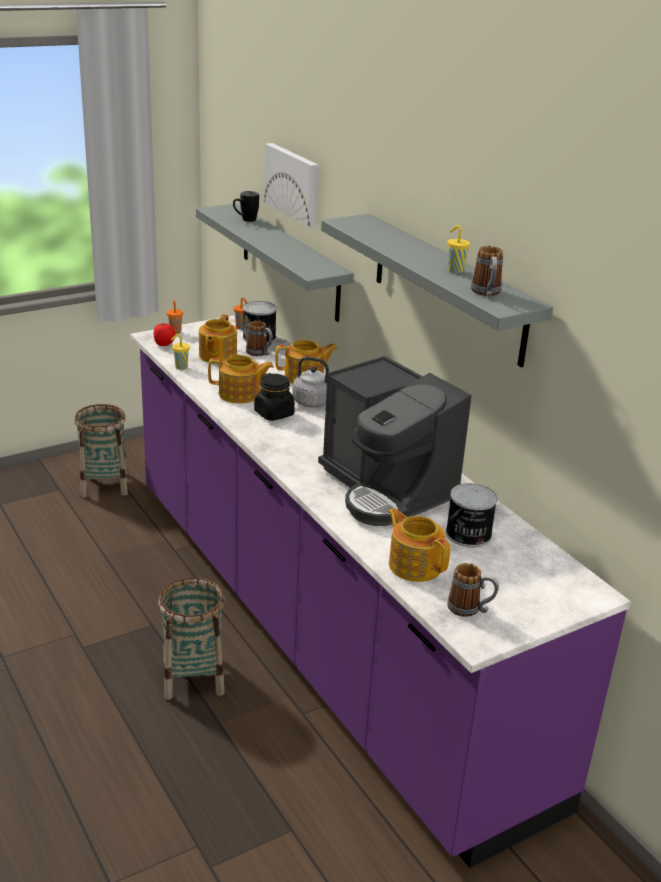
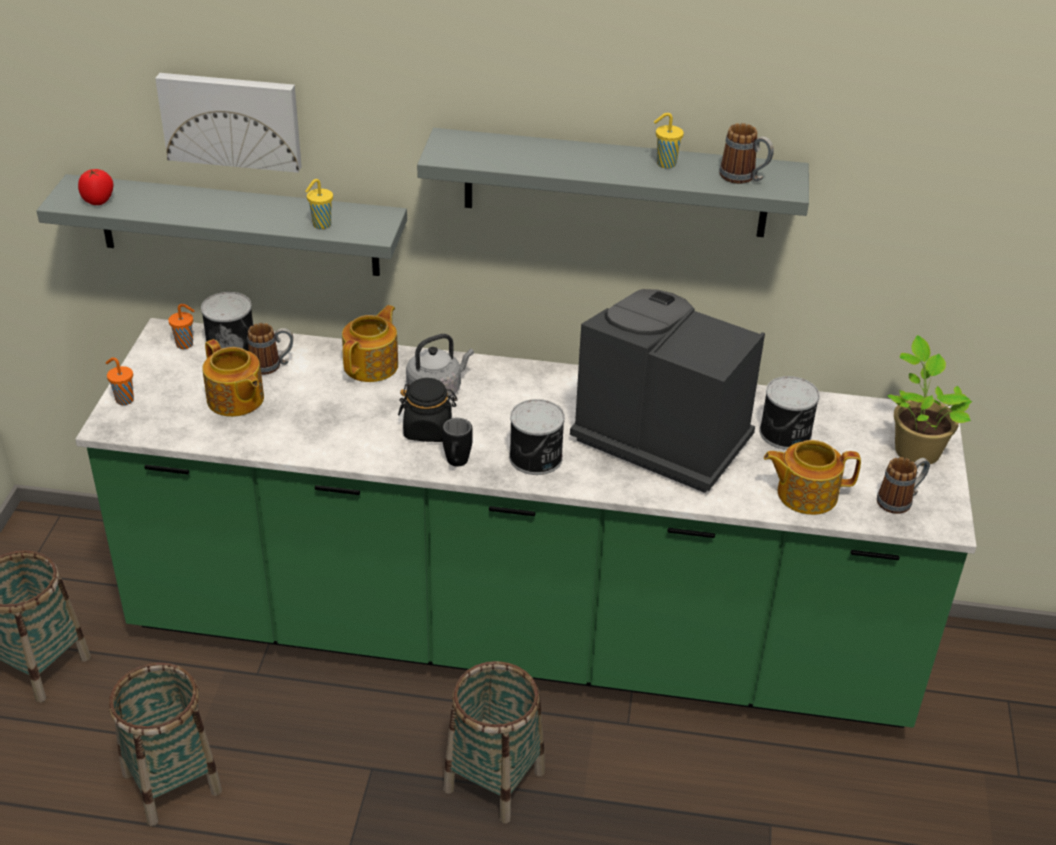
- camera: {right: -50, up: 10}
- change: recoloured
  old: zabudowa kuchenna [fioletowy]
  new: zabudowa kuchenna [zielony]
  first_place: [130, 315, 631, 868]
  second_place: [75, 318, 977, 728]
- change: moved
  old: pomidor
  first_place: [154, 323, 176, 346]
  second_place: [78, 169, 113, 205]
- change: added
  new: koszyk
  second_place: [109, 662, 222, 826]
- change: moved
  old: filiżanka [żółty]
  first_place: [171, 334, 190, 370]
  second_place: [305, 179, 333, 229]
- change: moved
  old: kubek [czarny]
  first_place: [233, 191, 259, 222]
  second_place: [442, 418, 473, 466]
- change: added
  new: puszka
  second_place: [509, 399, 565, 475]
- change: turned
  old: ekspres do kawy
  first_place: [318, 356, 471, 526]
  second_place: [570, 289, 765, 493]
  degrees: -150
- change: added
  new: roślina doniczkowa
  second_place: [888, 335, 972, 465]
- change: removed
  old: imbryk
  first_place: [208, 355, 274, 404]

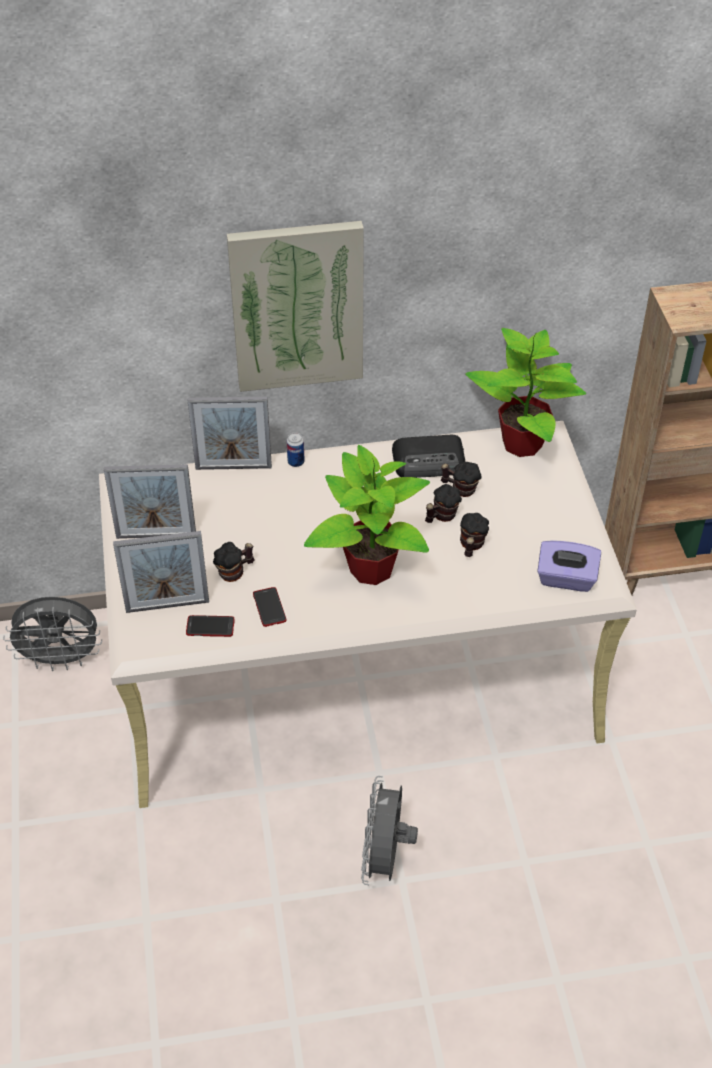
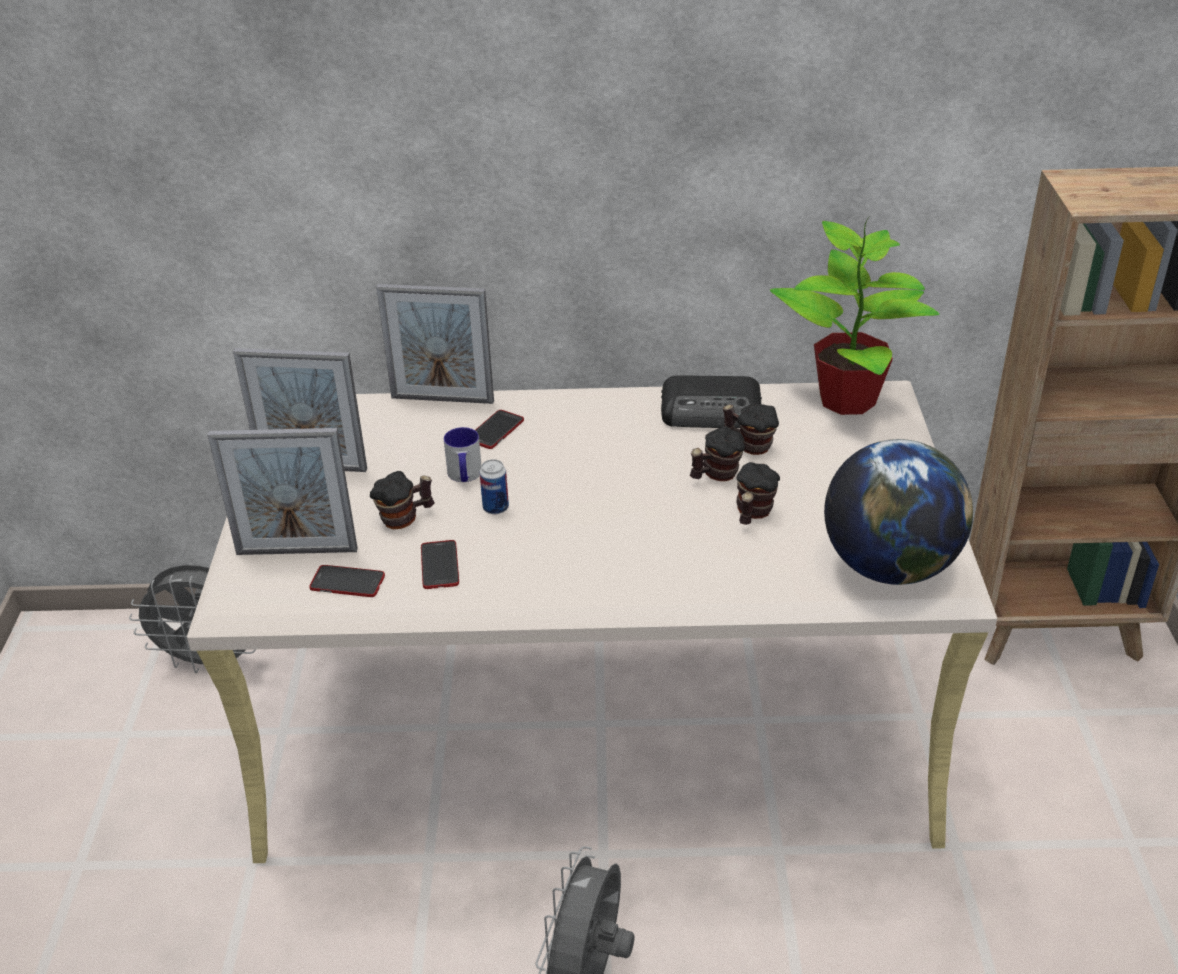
- camera: {right: 10, up: -10}
- change: added
  new: kubek
  second_place: [444, 427, 481, 482]
- change: added
  new: telefon
  second_place: [475, 410, 524, 449]
- change: moved
  old: puszka
  first_place: [287, 432, 305, 467]
  second_place: [480, 459, 509, 514]
- change: replaced
  old: pudełko chusteczek [fioletowy]
  new: globus
  first_place: [537, 540, 601, 592]
  second_place: [824, 439, 973, 585]
- change: removed
  old: obraz
  first_place: [227, 221, 364, 392]
- change: removed
  old: roślina doniczkowa
  first_place: [304, 445, 430, 585]

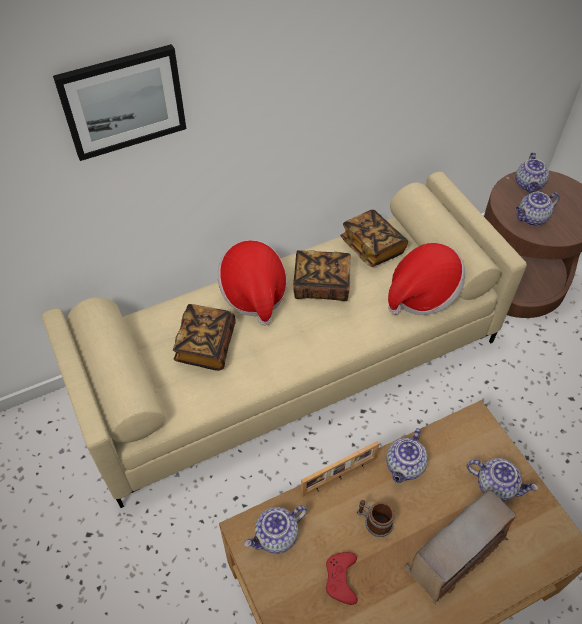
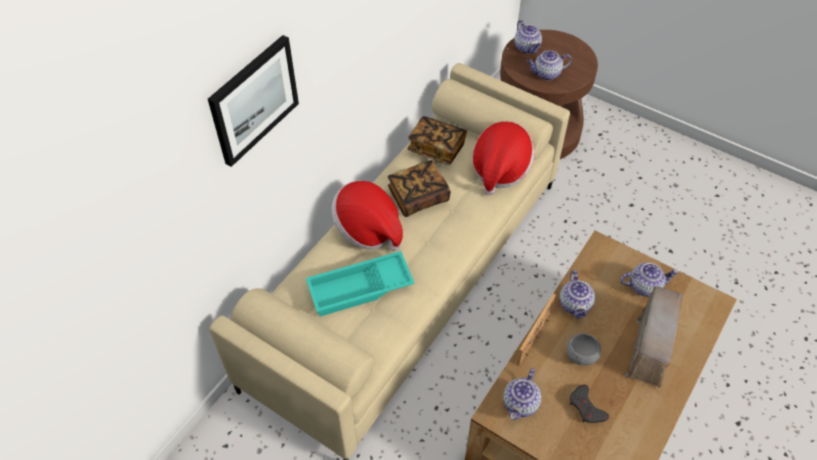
- camera: {right: -30, up: 0}
- change: replaced
  old: książka
  new: taca [turkusowy]
  first_place: [173, 304, 236, 371]
  second_place: [306, 251, 415, 317]
- change: turned
  old: imbryk
  first_place: [516, 192, 560, 226]
  second_place: [527, 50, 572, 80]
  degrees: 45
- change: replaced
  old: kubek
  new: miska [szary]
  first_place: [357, 500, 395, 537]
  second_place: [567, 333, 601, 365]
- change: recoloured
  old: pad do gier [czerwony]
  new: pad do gier [szary]
  first_place: [326, 552, 358, 605]
  second_place: [570, 384, 609, 423]

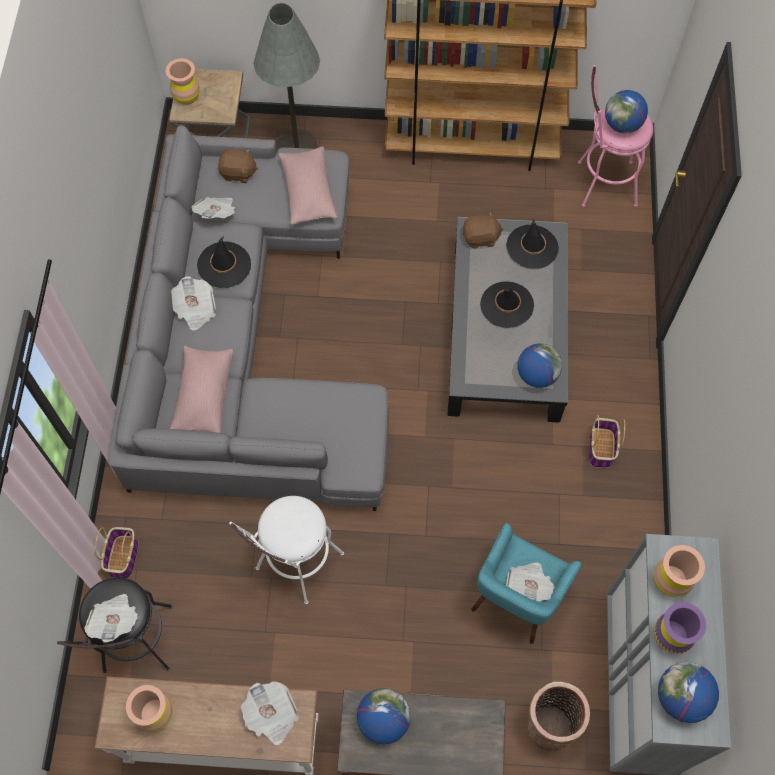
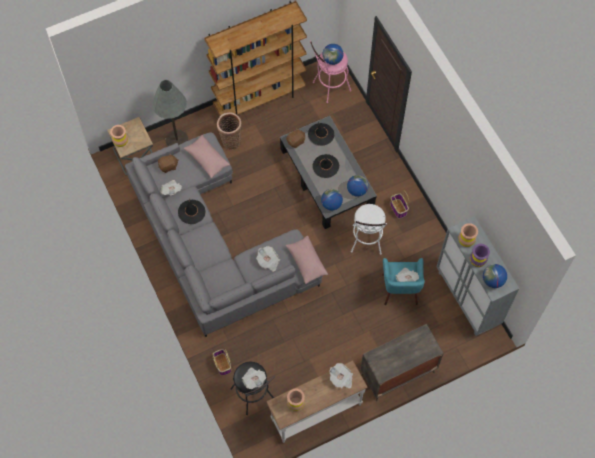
- camera: {right: -30, up: 0}
- change: moved
  old: koszyk
  first_place: [528, 682, 590, 751]
  second_place: [217, 113, 242, 150]
- change: moved
  old: gazeta
  first_place: [171, 276, 216, 331]
  second_place: [256, 246, 280, 272]
- change: moved
  old: poduszka [różowy]
  first_place: [169, 346, 233, 433]
  second_place: [286, 236, 328, 284]
- change: moved
  old: globus
  first_place: [357, 688, 411, 745]
  second_place: [321, 189, 343, 211]
- change: moved
  old: stołek [biały]
  first_place: [229, 496, 344, 604]
  second_place: [351, 204, 387, 255]

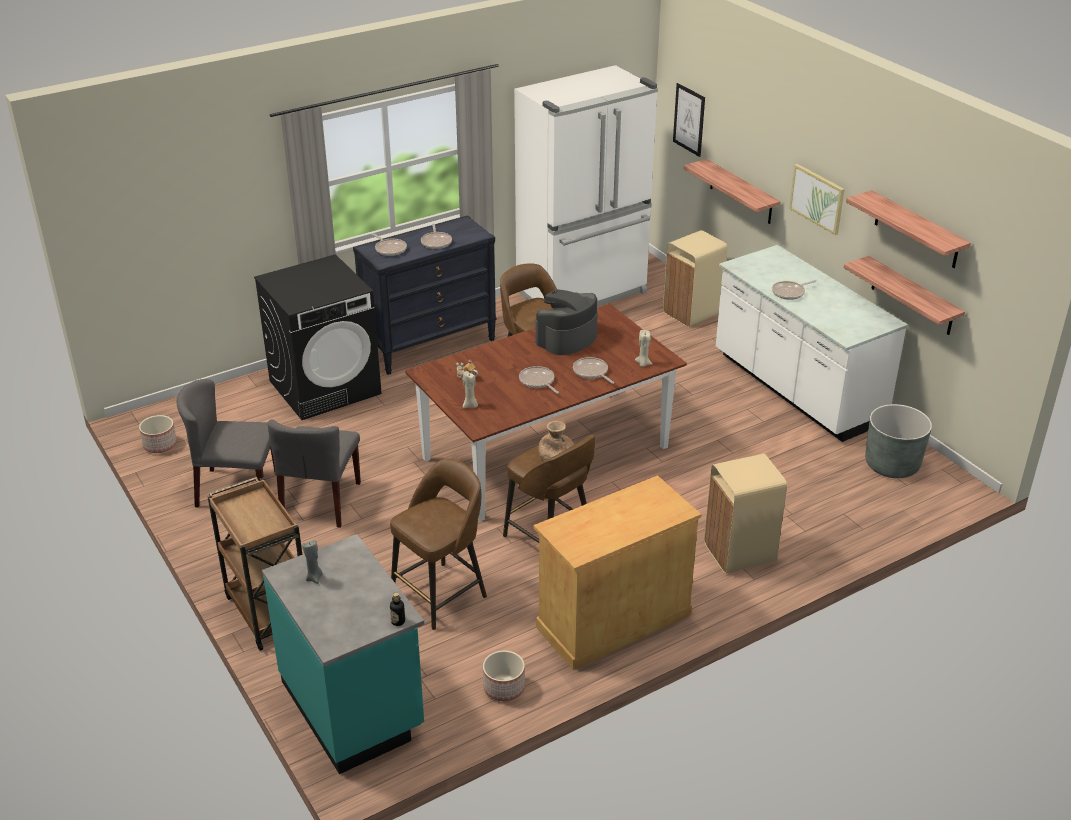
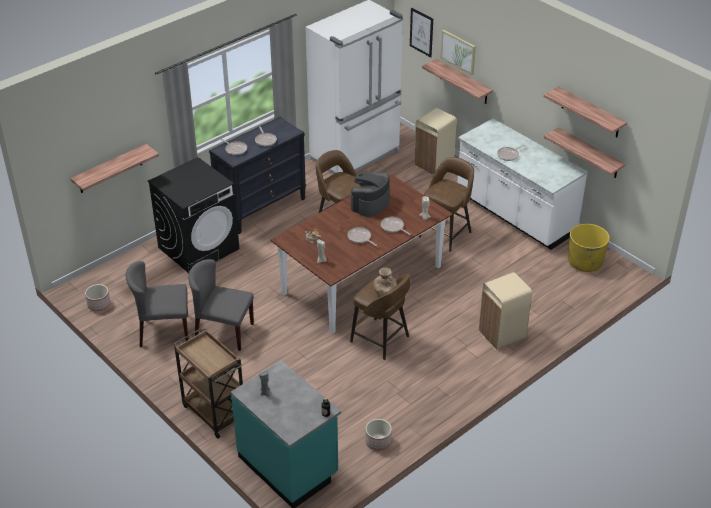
- camera: {right: -10, up: 5}
- change: added
  new: półka
  second_place: [70, 144, 159, 193]
- change: turned
  old: krzesło [szary]
  first_place: [268, 419, 361, 528]
  second_place: [188, 259, 254, 351]
  degrees: 105
- change: moved
  old: stołek [brązowy]
  first_place: [390, 459, 487, 630]
  second_place: [419, 157, 474, 252]
- change: moved
  old: obraz
  first_place: [789, 164, 845, 235]
  second_place: [441, 30, 476, 75]
- change: recoloured
  old: donica [szary]
  new: donica [żółty]
  first_place: [865, 404, 932, 478]
  second_place: [568, 224, 609, 272]
- change: removed
  old: szafka [beżowy]
  first_place: [533, 475, 701, 670]

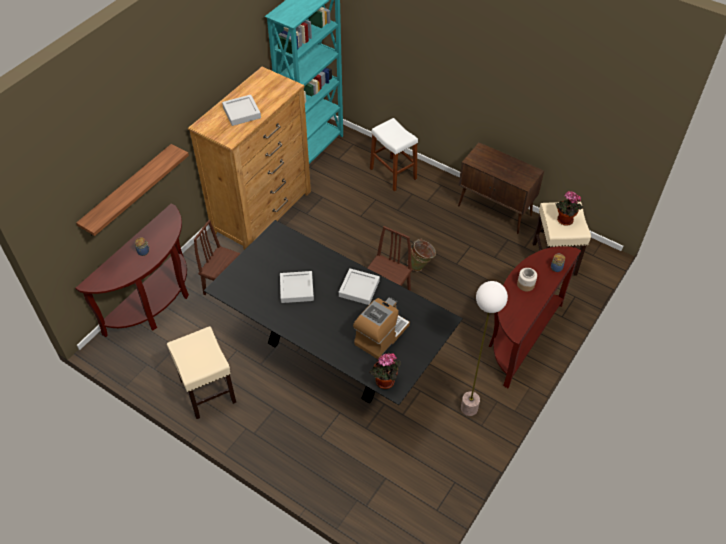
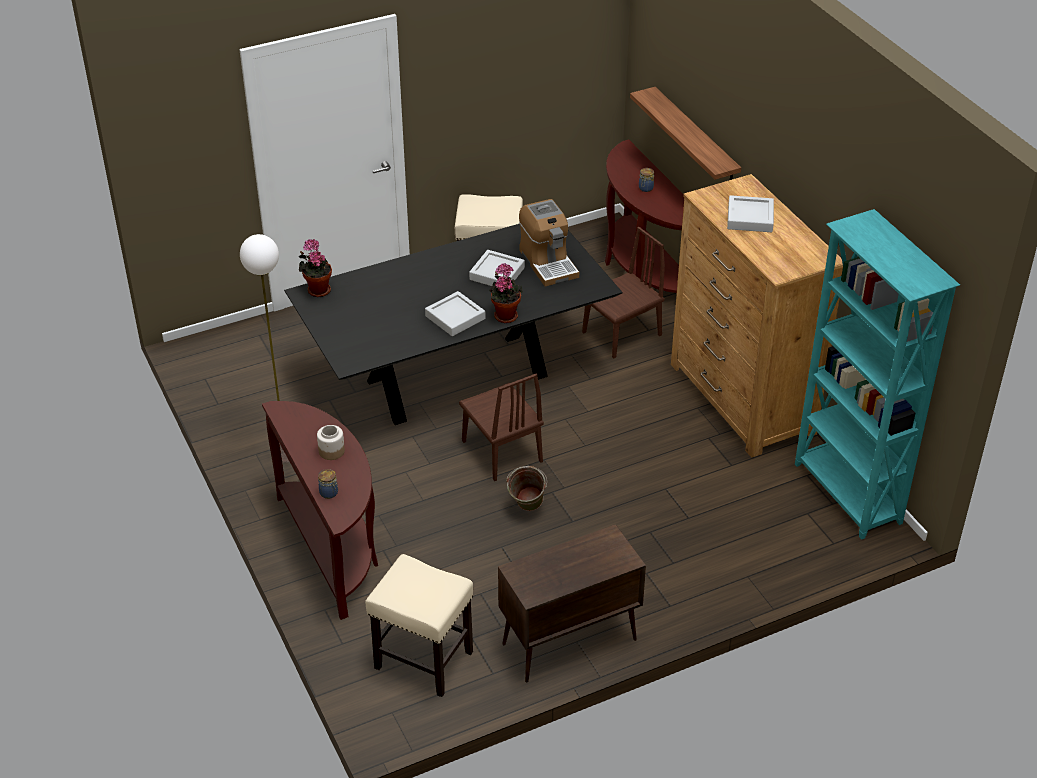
- camera: {right: 120, up: -10}
- change: moved
  old: roślina doniczkowa
  first_place: [555, 191, 583, 226]
  second_place: [489, 263, 522, 323]
- change: moved
  old: ekspres do kawy
  first_place: [353, 298, 410, 360]
  second_place: [519, 199, 579, 286]
- change: removed
  old: stołek [biały]
  first_place: [370, 118, 418, 191]

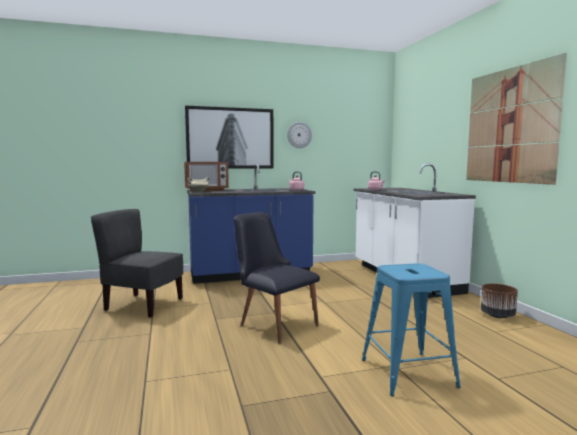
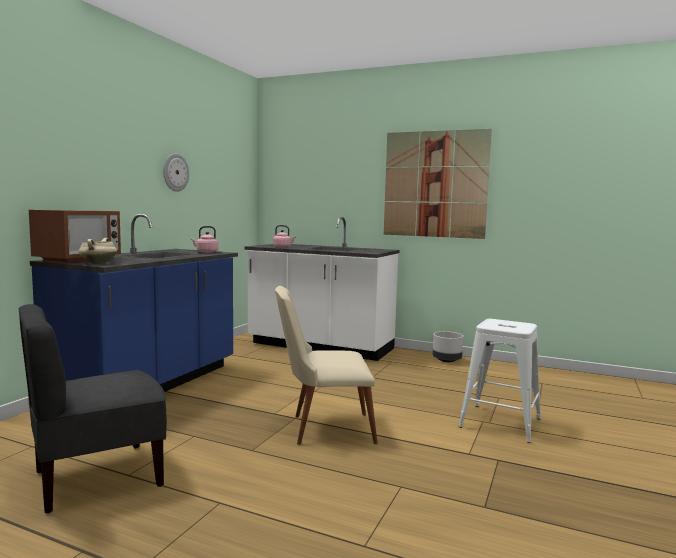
- camera: {right: -50, up: 0}
- change: recoloured
  old: krzesło [czarny]
  new: krzesło [beżowy]
  first_place: [234, 212, 320, 344]
  second_place: [275, 286, 378, 445]
- change: recoloured
  old: donica [brązowy]
  new: donica [szary]
  first_place: [481, 283, 518, 318]
  second_place: [433, 331, 463, 362]
- change: recoloured
  old: stołek [niebieski]
  new: stołek [biały]
  first_place: [362, 263, 461, 396]
  second_place: [458, 319, 541, 443]
- change: removed
  old: obraz
  first_place: [185, 106, 274, 169]

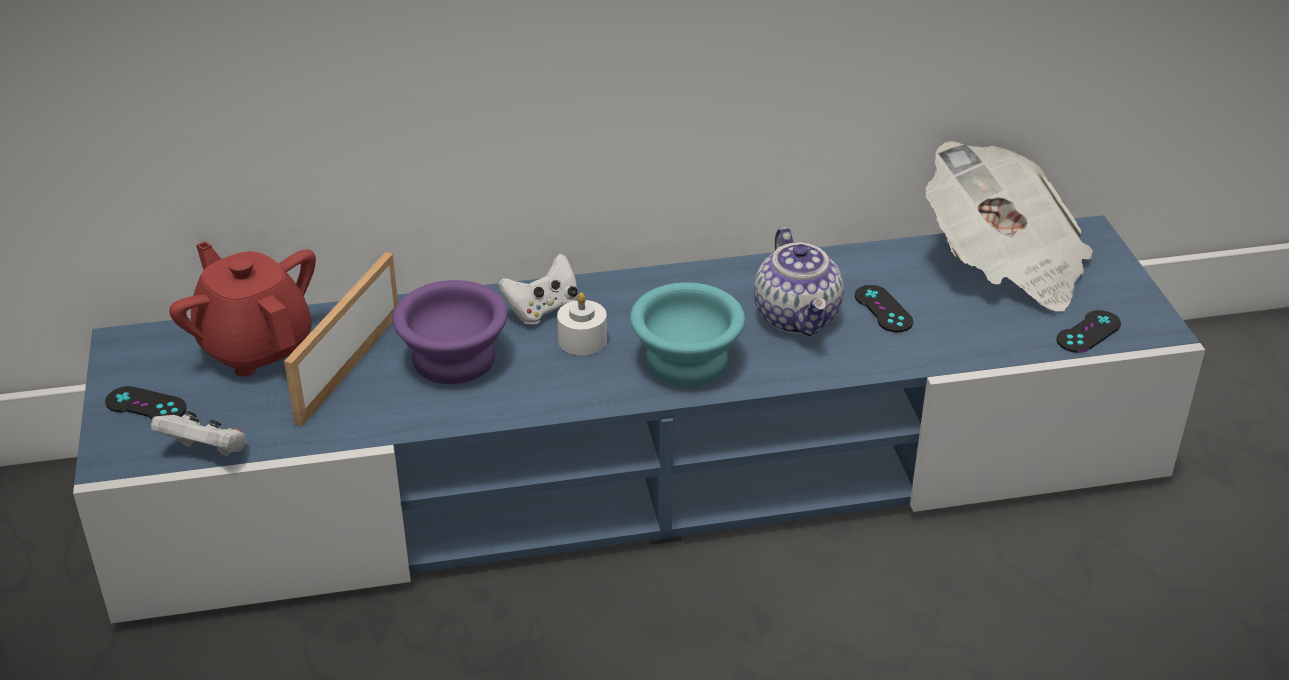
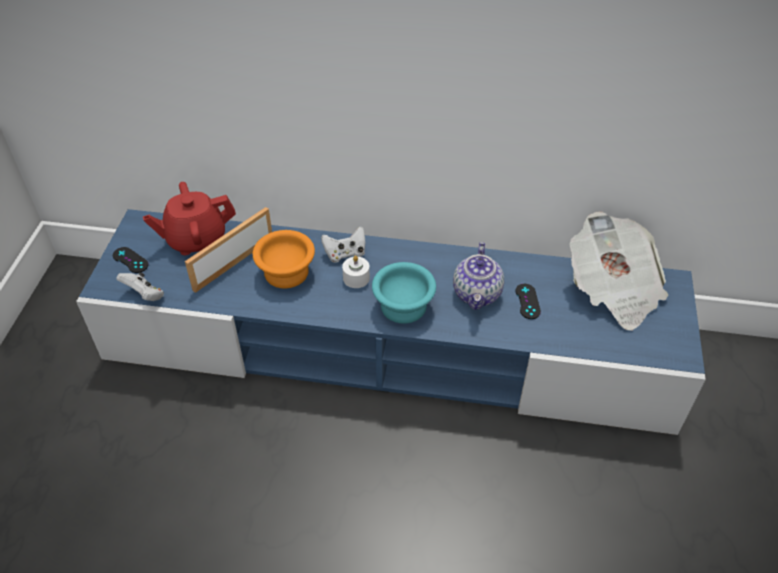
- camera: {right: 20, up: 10}
- change: turned
  old: imbryk [czerwony]
  first_place: [169, 241, 316, 377]
  second_place: [143, 182, 236, 255]
  degrees: -90
- change: recoloured
  old: miska [fioletowy]
  new: miska [pomarańczowy]
  first_place: [392, 280, 508, 384]
  second_place: [253, 230, 315, 288]
- change: removed
  old: pad do gier [czarny]
  first_place: [1056, 310, 1121, 353]

